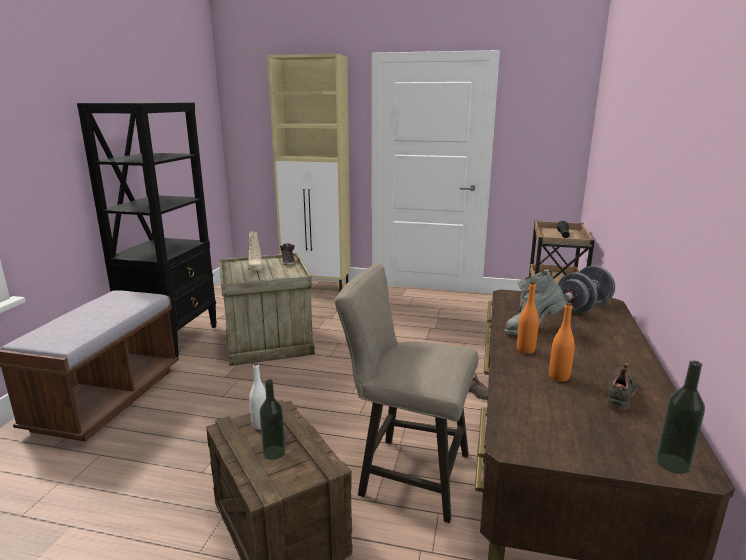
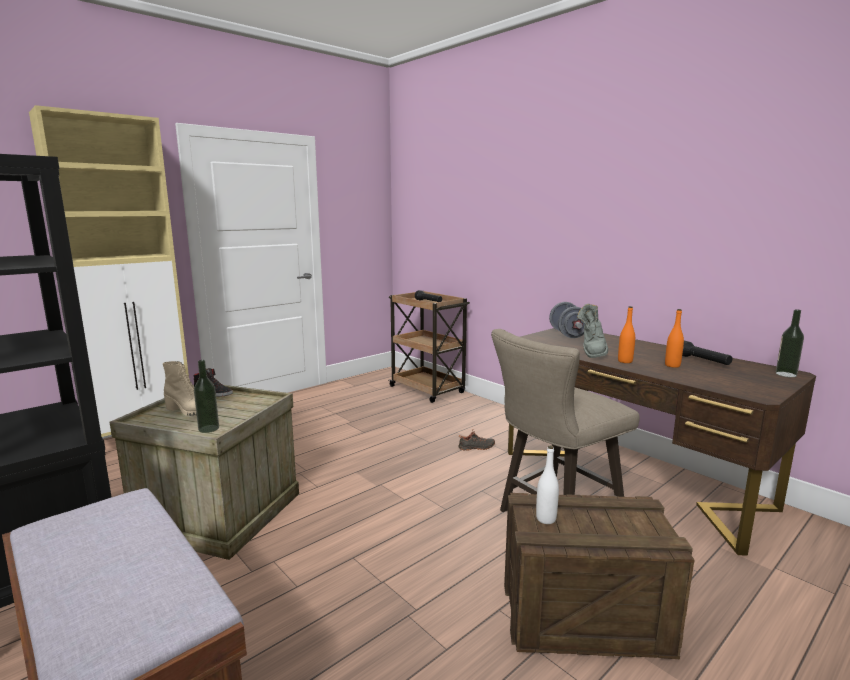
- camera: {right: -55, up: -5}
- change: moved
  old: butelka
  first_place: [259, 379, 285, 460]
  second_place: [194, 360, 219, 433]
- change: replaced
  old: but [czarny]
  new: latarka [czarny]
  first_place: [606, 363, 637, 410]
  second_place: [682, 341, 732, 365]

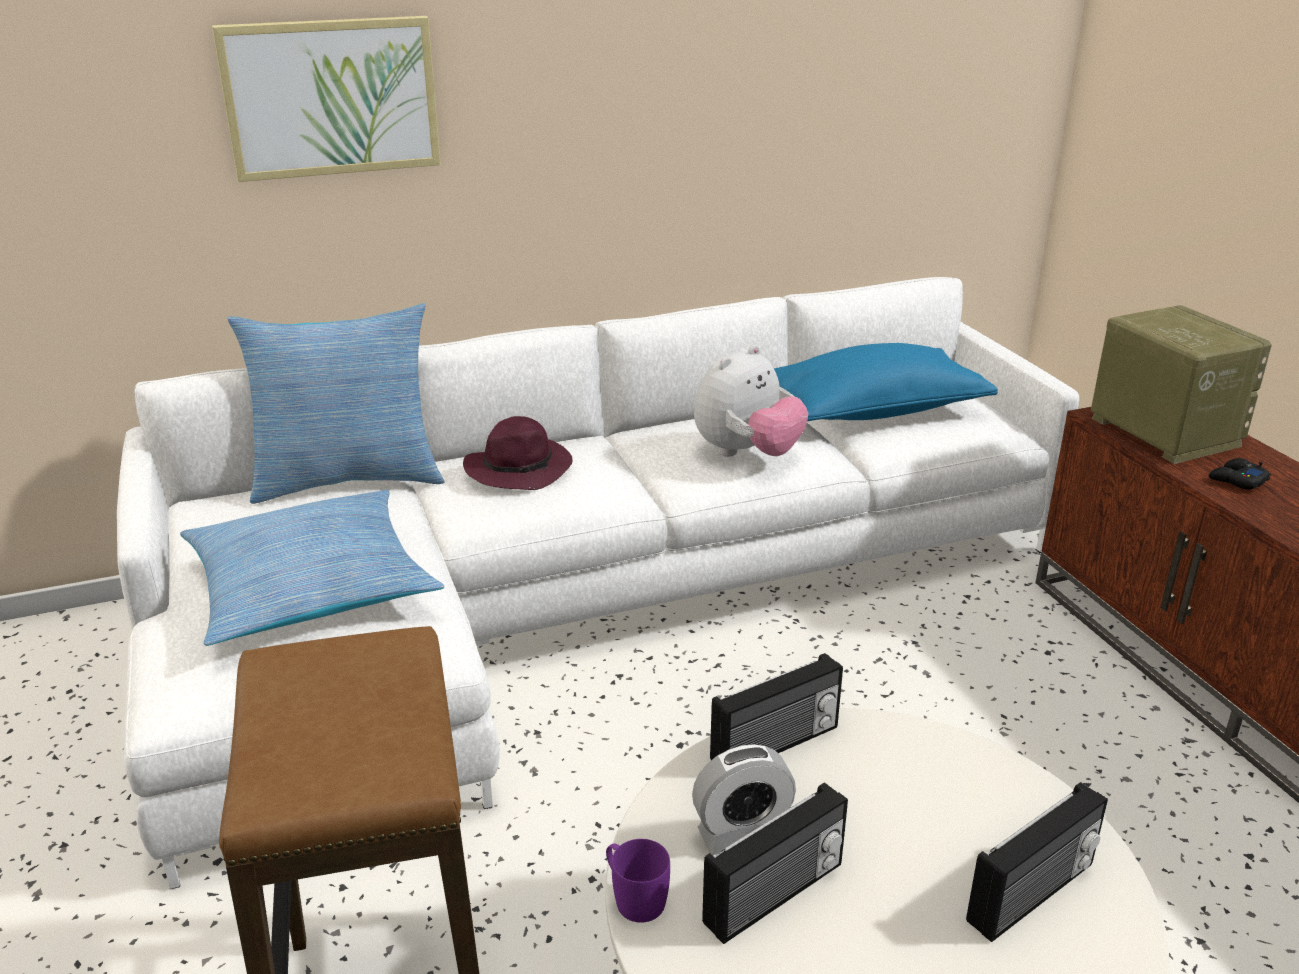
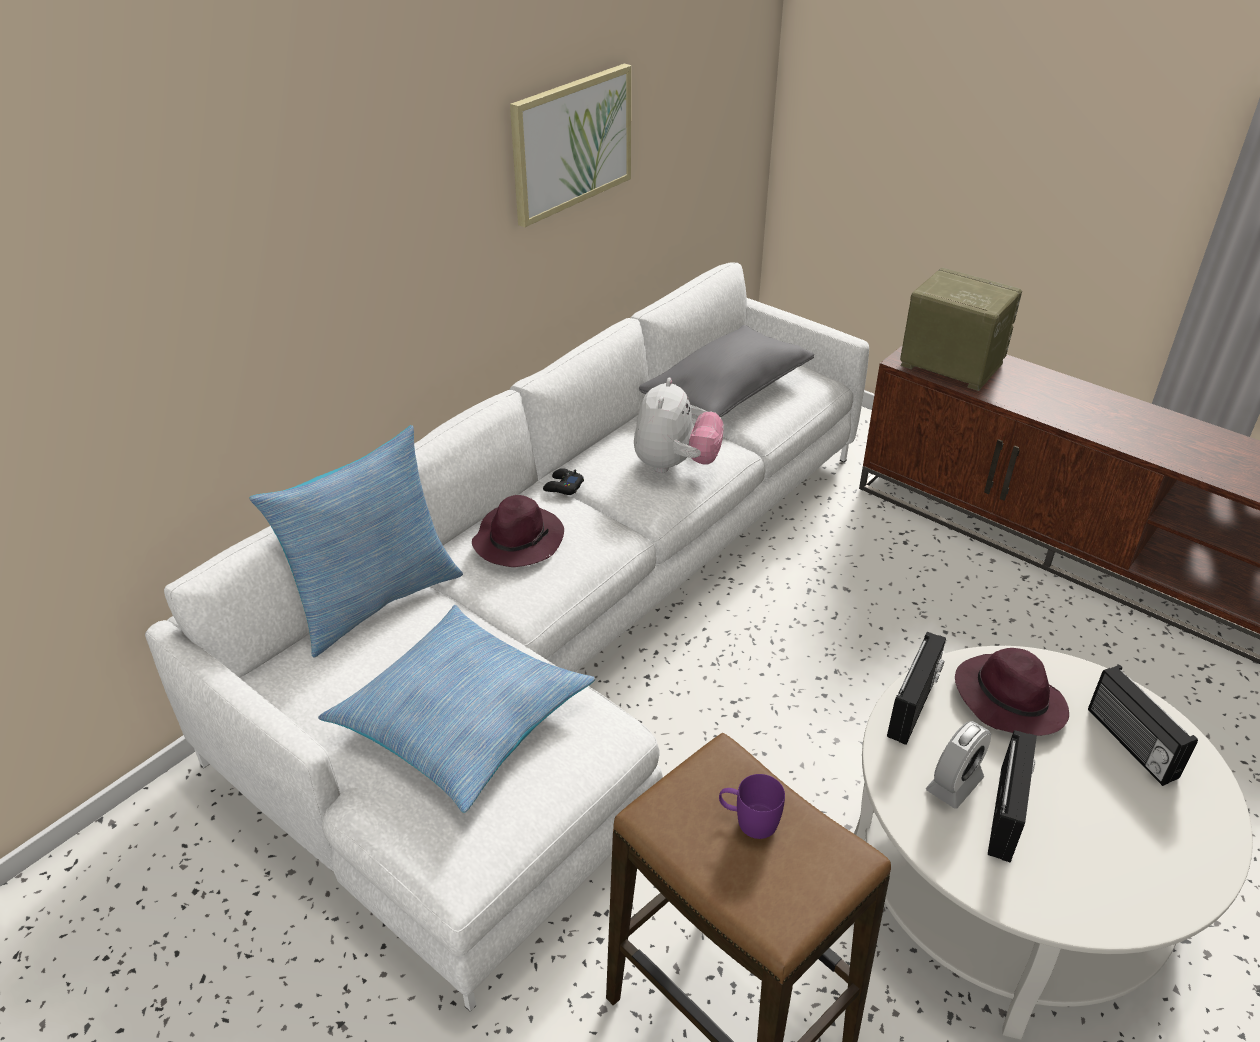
- camera: {right: -30, up: 10}
- change: moved
  old: obraz
  first_place: [212, 16, 441, 182]
  second_place: [510, 63, 631, 227]
- change: moved
  old: pad do gier [czarny]
  first_place: [1209, 458, 1271, 490]
  second_place: [543, 468, 584, 495]
- change: recoloured
  old: poduszka [niebieski]
  new: poduszka [szary]
  first_place: [774, 343, 998, 421]
  second_place: [639, 325, 814, 417]
- change: moved
  old: kubek [fioletowy]
  first_place: [606, 839, 670, 923]
  second_place: [719, 774, 785, 839]
- change: added
  new: kapelusz [fioletowy]
  second_place: [955, 648, 1069, 736]
- change: turned
  old: radio
  first_place: [966, 782, 1108, 942]
  second_place: [1088, 665, 1198, 786]
  degrees: 135

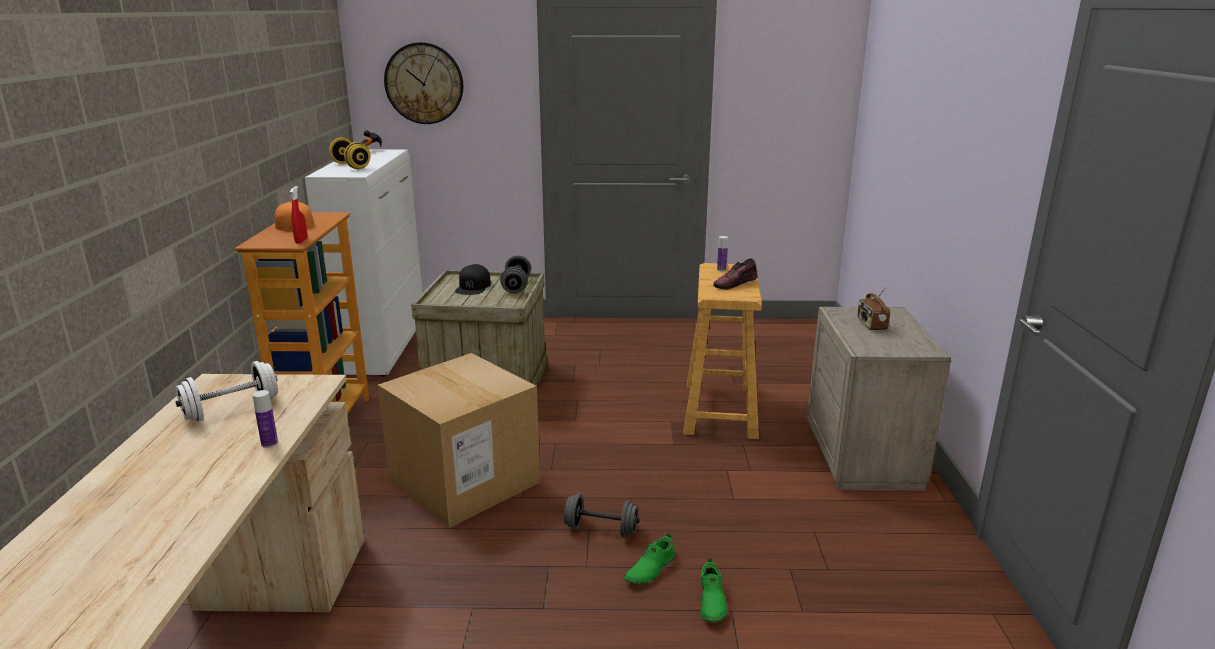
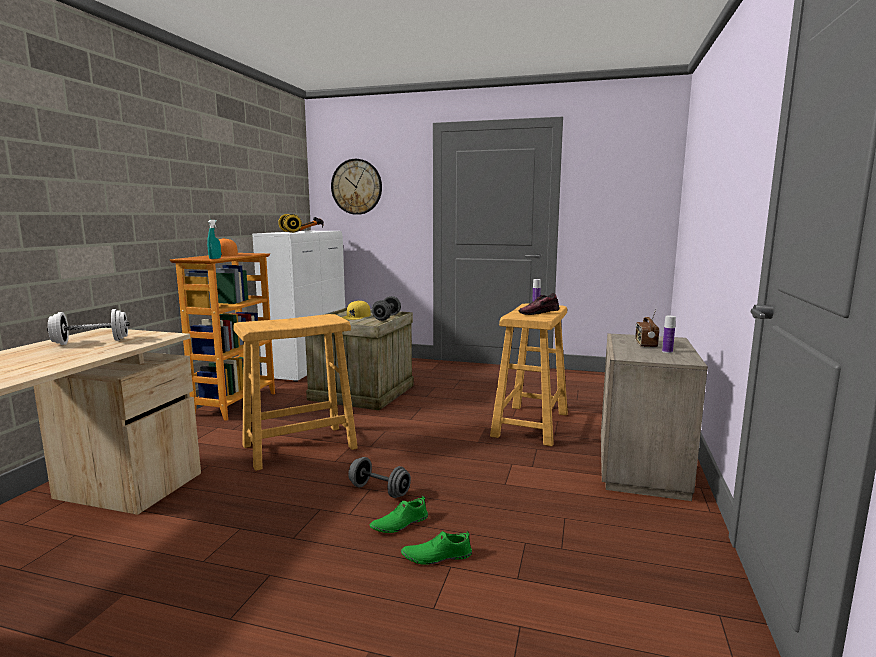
- camera: {right: 15, up: -10}
- change: recoloured
  old: spryskiwacz [czerwony]
  new: spryskiwacz [turkusowy]
  first_place: [290, 186, 308, 244]
  second_place: [207, 220, 221, 259]
- change: replaced
  old: karton
  new: stołek [beżowy]
  first_place: [378, 353, 540, 528]
  second_place: [233, 314, 358, 471]
- change: recoloured
  old: czapka z daszkiem [czarny]
  new: czapka z daszkiem [żółty]
  first_place: [455, 264, 491, 295]
  second_place: [341, 300, 371, 320]
- change: turned
  old: but [zielony]
  first_place: [701, 559, 727, 622]
  second_place: [401, 531, 472, 565]
  degrees: 60
- change: moved
  old: butelka
  first_place: [253, 390, 278, 448]
  second_place: [662, 316, 676, 353]

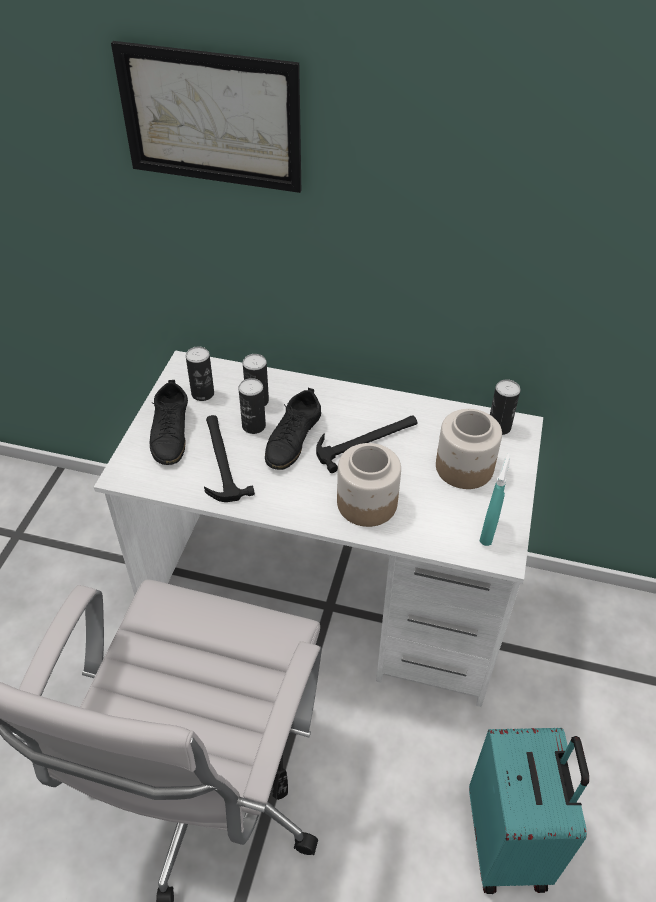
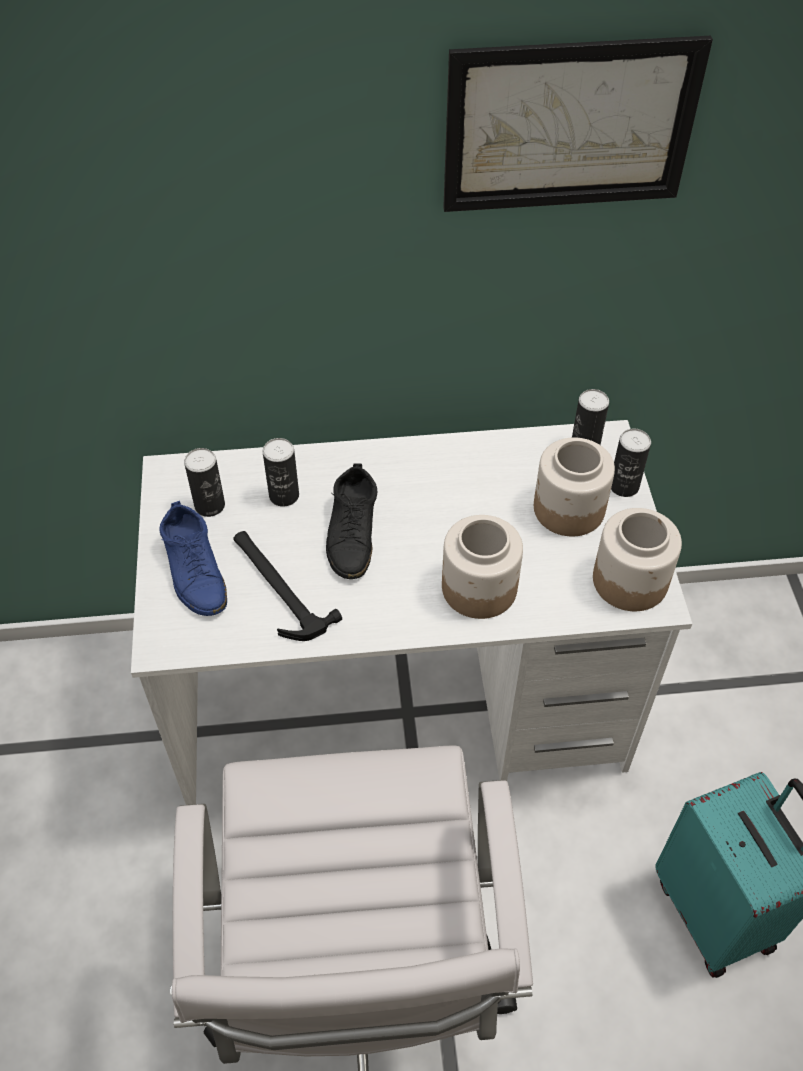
- camera: {right: -20, up: 5}
- change: recoloured
  old: but [czarny]
  new: but [niebieski]
  first_place: [150, 380, 188, 465]
  second_place: [159, 501, 227, 616]
- change: moved
  old: obraz
  first_place: [111, 41, 301, 193]
  second_place: [443, 36, 713, 212]
- change: replaced
  old: spryskiwacz [turkusowy]
  new: słoik
  first_place: [480, 454, 511, 546]
  second_place: [593, 508, 682, 611]
- change: moved
  old: puszka
  first_place: [238, 378, 266, 434]
  second_place: [611, 429, 651, 497]
- change: removed
  old: młotek
  first_place: [316, 415, 417, 473]

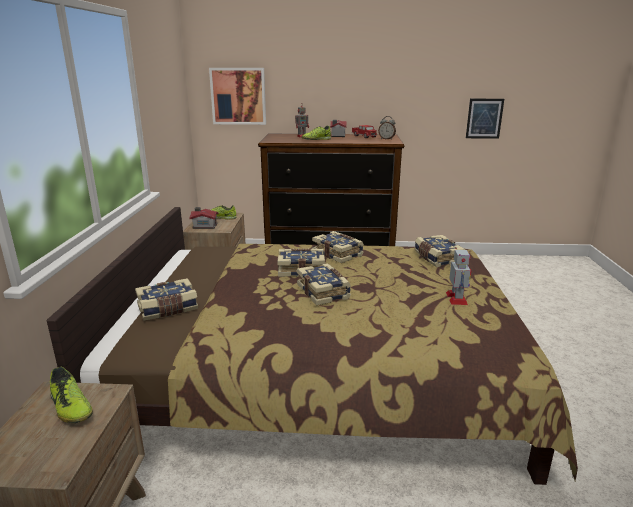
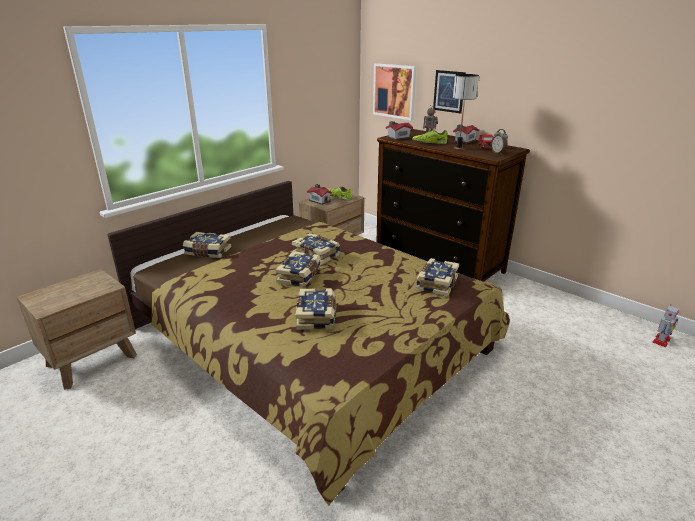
- camera: {right: 40, up: 5}
- change: moved
  old: książka
  first_place: [312, 231, 364, 263]
  second_place: [296, 288, 336, 330]
- change: added
  new: domek
  second_place: [386, 121, 413, 140]
- change: moved
  old: obraz
  first_place: [466, 99, 504, 139]
  second_place: [433, 70, 466, 114]
- change: added
  new: lampa stołowa
  second_place: [453, 74, 479, 150]
- change: moved
  old: robot zabawkowy
  first_place: [446, 248, 471, 305]
  second_place: [652, 304, 679, 348]
- change: removed
  old: but
  first_place: [50, 367, 93, 423]

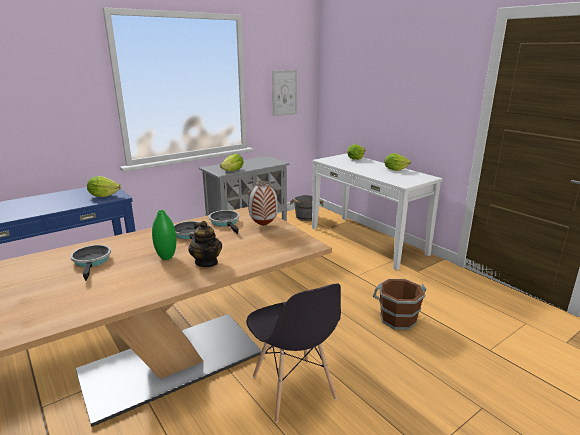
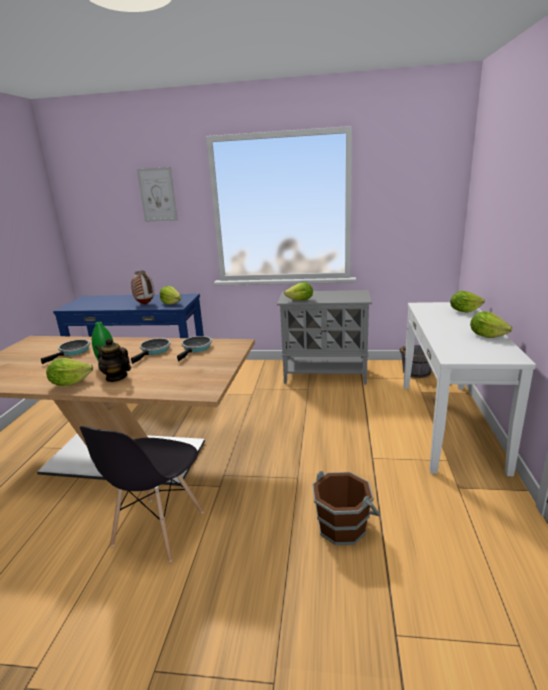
- camera: {right: 45, up: 0}
- change: added
  new: sałata
  second_place: [46, 358, 93, 386]
- change: turned
  old: imbryk
  first_place: [188, 221, 222, 267]
  second_place: [95, 338, 131, 382]
  degrees: 105
- change: moved
  old: wazon
  first_place: [248, 181, 278, 226]
  second_place: [131, 271, 154, 305]
- change: moved
  old: obraz
  first_place: [272, 70, 297, 116]
  second_place: [137, 167, 178, 222]

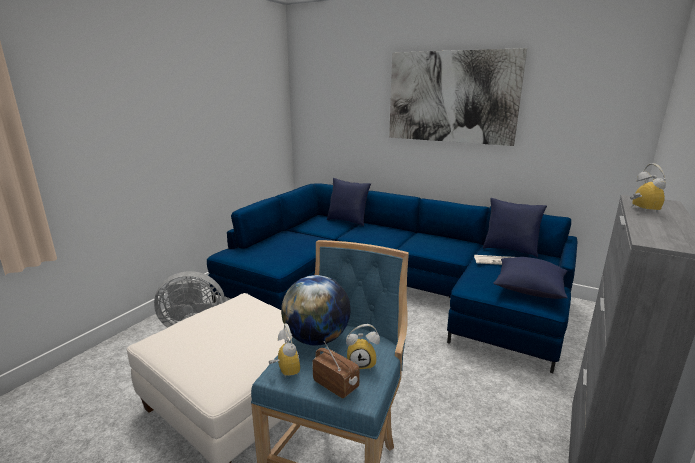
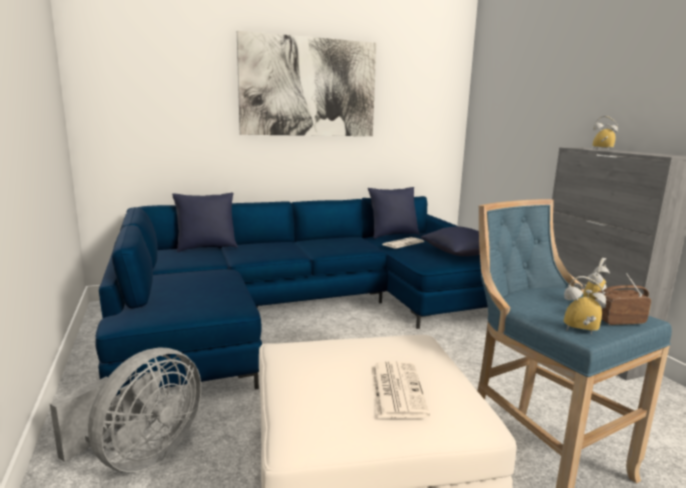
- camera: {right: -50, up: -5}
- change: added
  new: gazeta
  second_place: [371, 361, 430, 418]
- change: removed
  old: globus
  first_place: [281, 275, 351, 346]

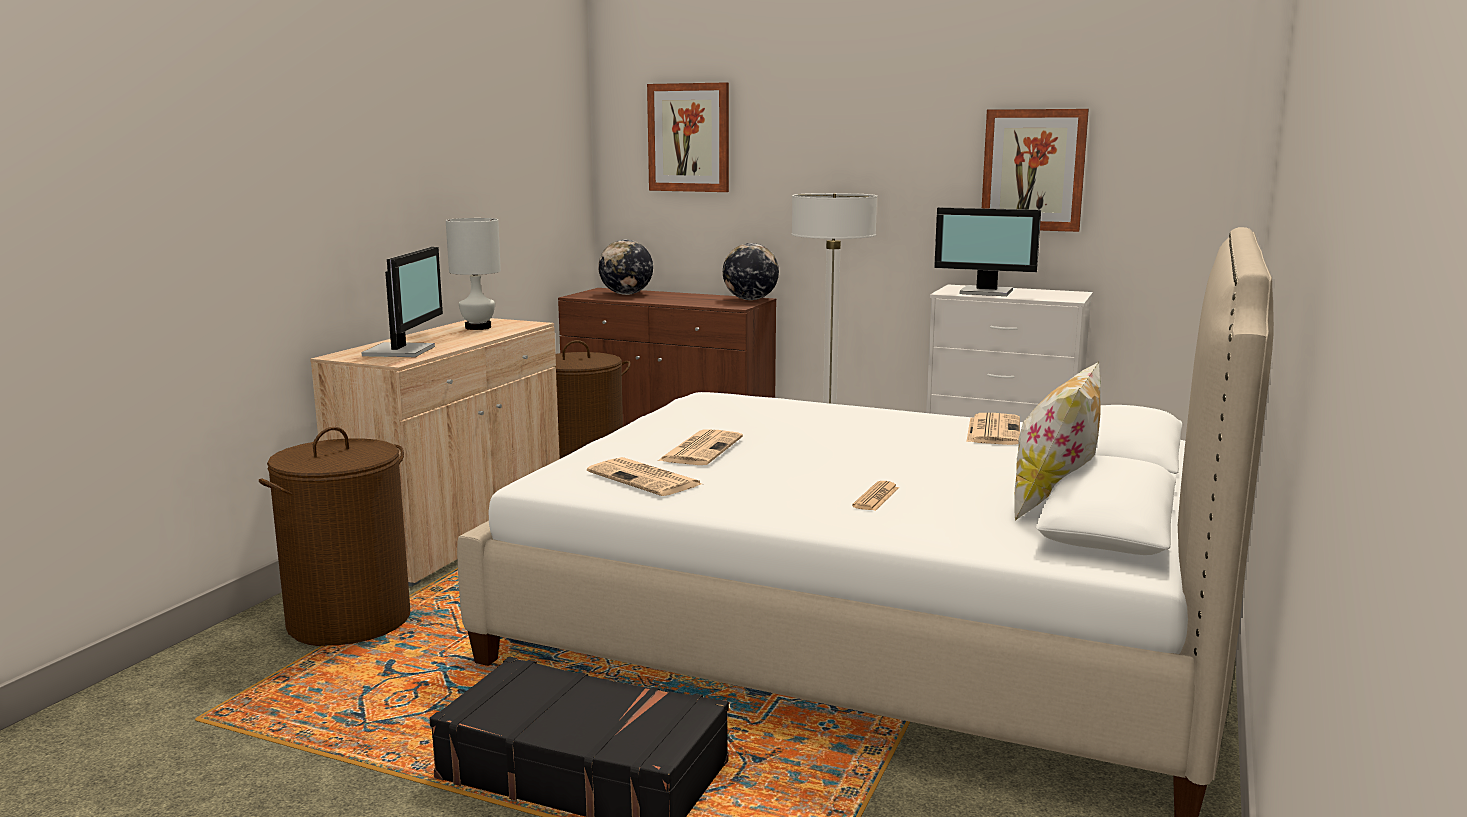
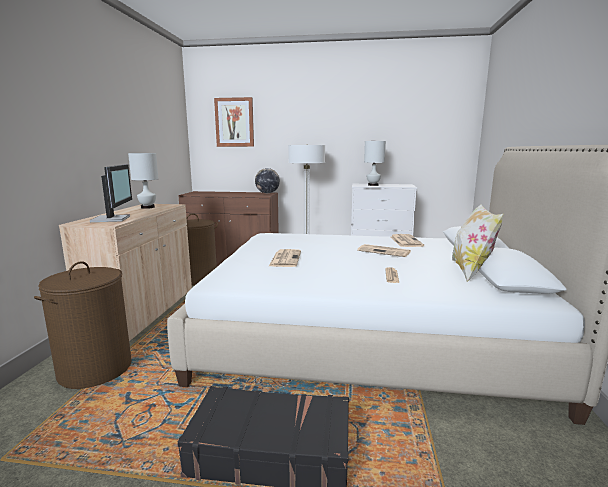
- camera: {right: -15, up: 0}
- change: moved
  old: gazeta
  first_place: [587, 457, 702, 496]
  second_place: [357, 244, 411, 257]
- change: replaced
  old: monitor
  new: lampa stołowa [biały]
  first_place: [934, 207, 1041, 296]
  second_place: [364, 141, 386, 186]
- change: removed
  old: globus
  first_place: [598, 239, 653, 295]
- change: removed
  old: obraz
  first_place: [982, 109, 1089, 232]

